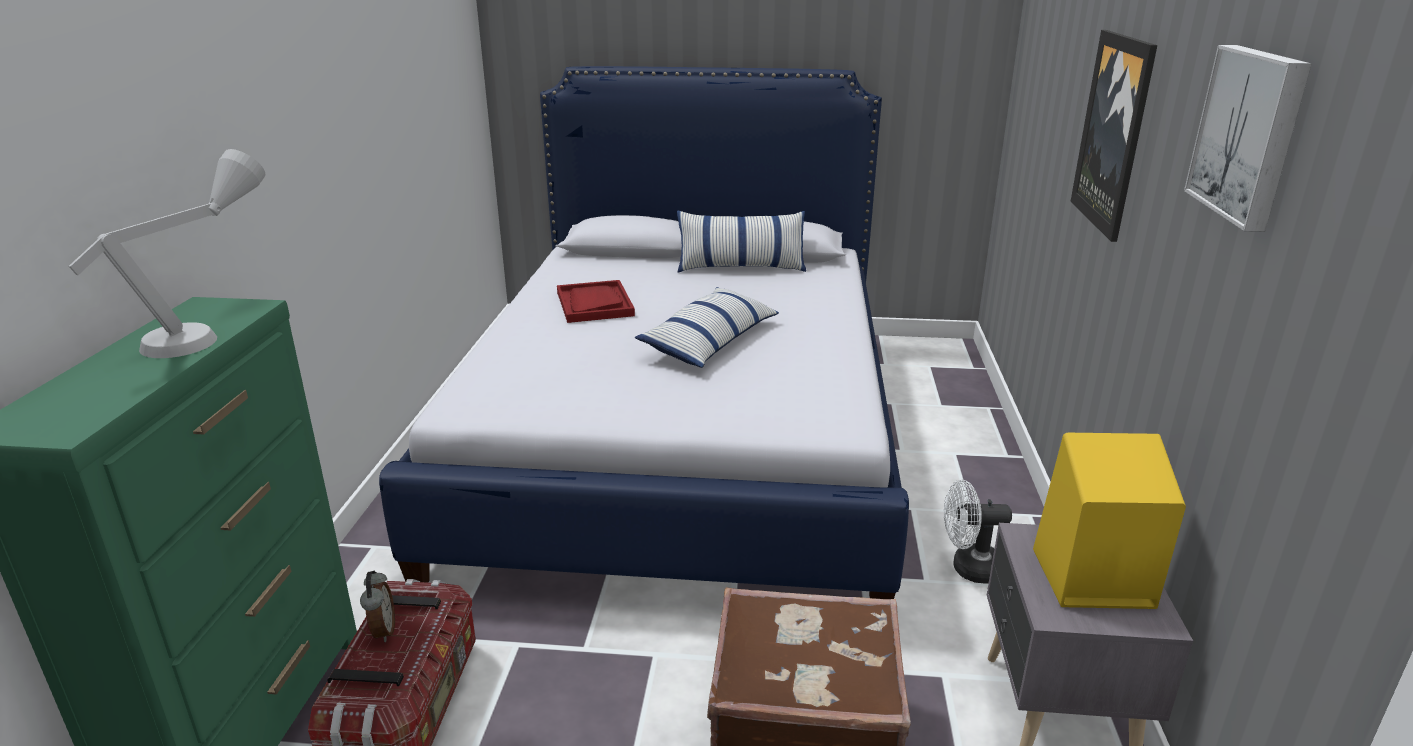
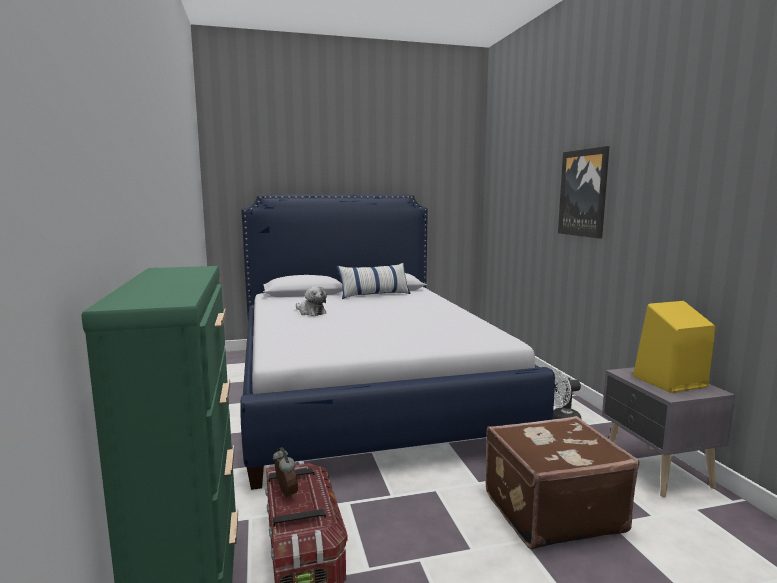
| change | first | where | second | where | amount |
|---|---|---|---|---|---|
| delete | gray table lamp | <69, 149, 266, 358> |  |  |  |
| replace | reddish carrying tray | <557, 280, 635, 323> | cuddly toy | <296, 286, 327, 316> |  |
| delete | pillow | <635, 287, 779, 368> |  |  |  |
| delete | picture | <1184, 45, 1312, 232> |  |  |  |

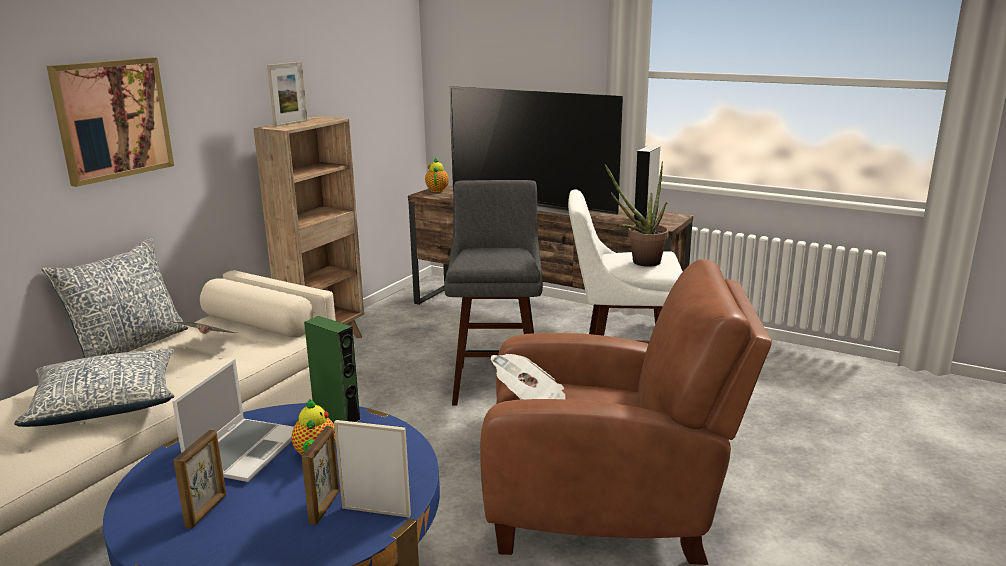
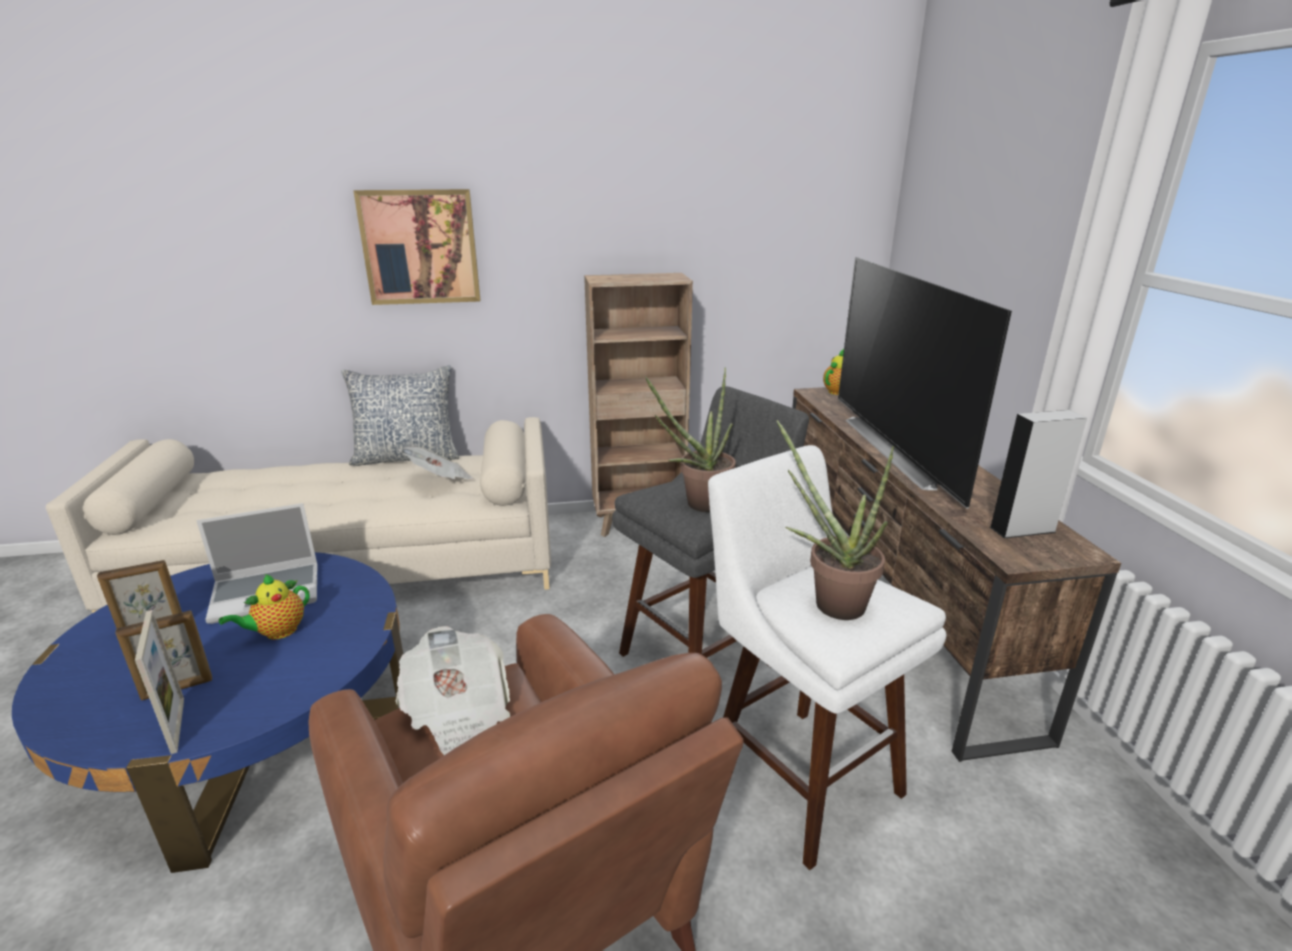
| change | first | where | second | where | amount |
|---|---|---|---|---|---|
| delete | pillow | <14, 349, 175, 427> |  |  |  |
| delete | standing frame | <267, 62, 307, 127> |  |  |  |
| delete | greenish speaker | <304, 316, 360, 423> |  |  |  |
| insert |  |  | plant in a pot | <645, 367, 736, 512> |  |

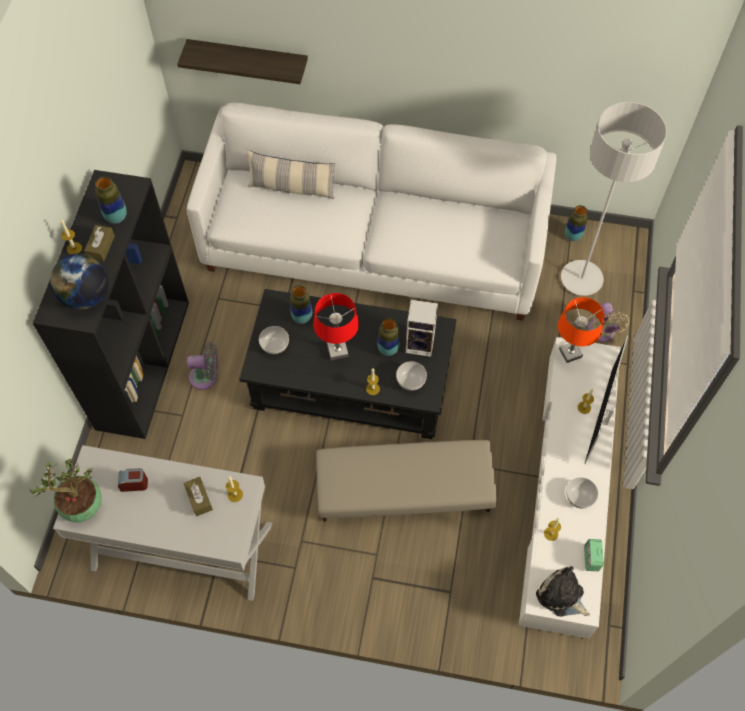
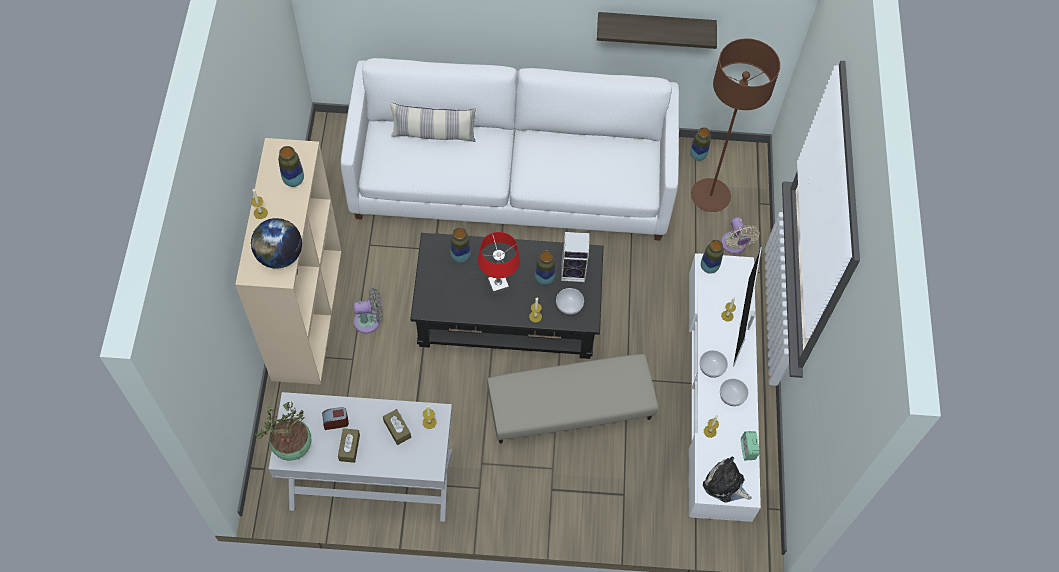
| change | first | where | second | where | amount |
|---|---|---|---|---|---|
| recolor | black-coloured bookshelf | <33, 170, 189, 439> | beige-coloured bookshelf | <235, 138, 342, 385> |  |
| move | brownish box of tissues | <84, 225, 115, 262> |  | <338, 428, 360, 463> |  |
| move | wall shelf | <177, 39, 308, 84> |  | <597, 12, 717, 49> |  |
| move | bowl | <259, 326, 289, 354> |  | <700, 350, 728, 378> |  |
| replace | orange-coloured table lamp | <558, 297, 604, 363> | decorative vase | <701, 240, 724, 274> |  |
| recolor | gray standard lamp | <561, 102, 667, 296> | brownish standard lamp | <691, 38, 780, 212> |  |

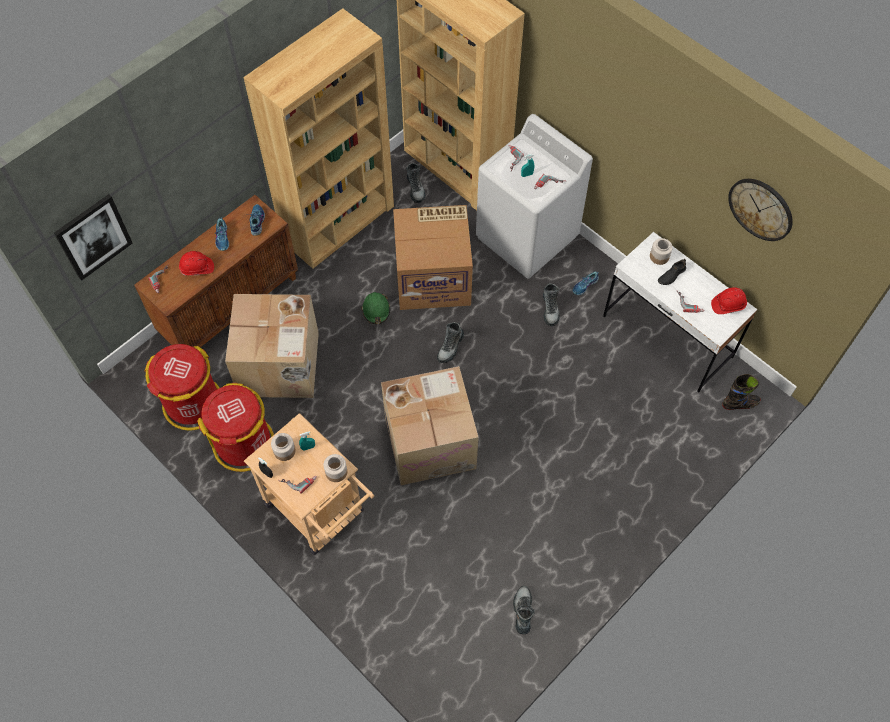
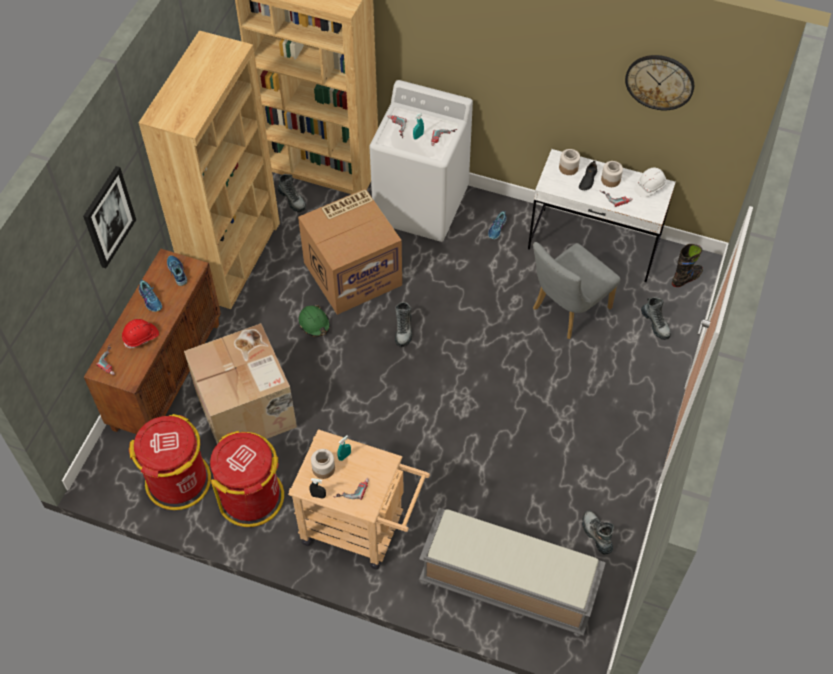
| change | first | where | second | where | amount |
|---|---|---|---|---|---|
| move | picture | <54, 194, 133, 281> |  | <83, 166, 136, 268> |  |
| move | storage jar | <324, 454, 347, 482> |  | <601, 161, 623, 187> |  |
| delete | cardboard box | <381, 366, 479, 485> |  |  |  |
| move | tall boot | <543, 283, 560, 326> |  | <641, 297, 671, 340> |  |
| recolor | reddish hard hat | <711, 287, 747, 314> | white-coloured hard hat | <634, 168, 666, 198> |  |
| insert |  |  | gray long seat | <419, 508, 606, 637> |  |
| insert |  |  | gray chair | <533, 242, 620, 339> |  |

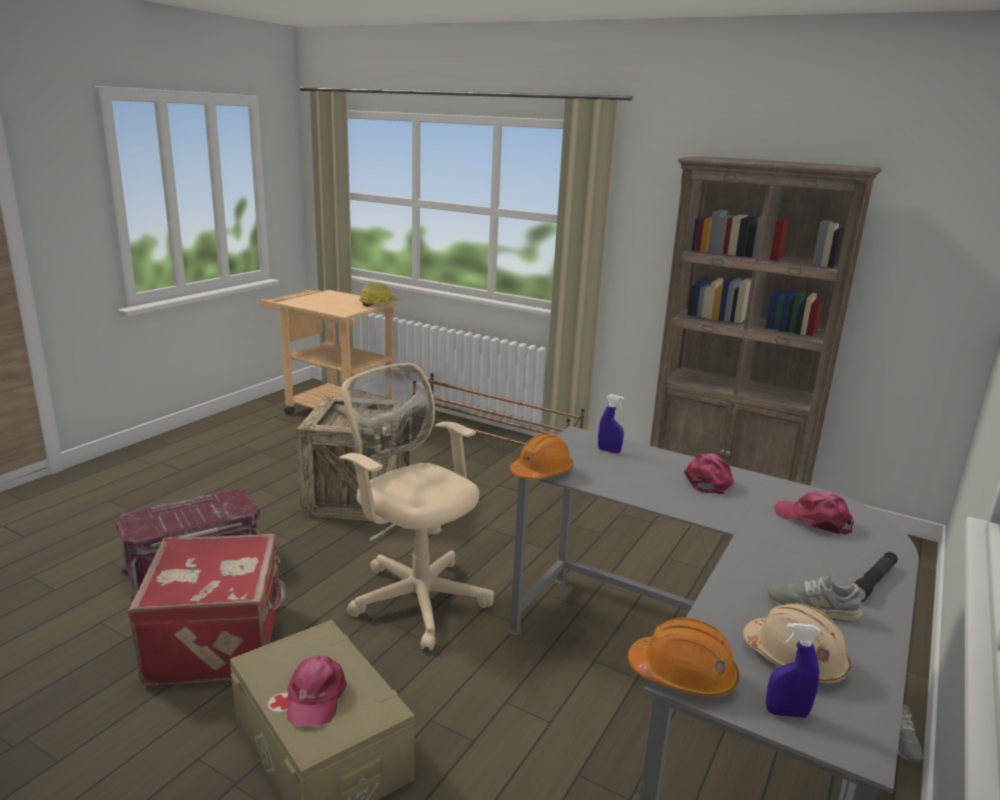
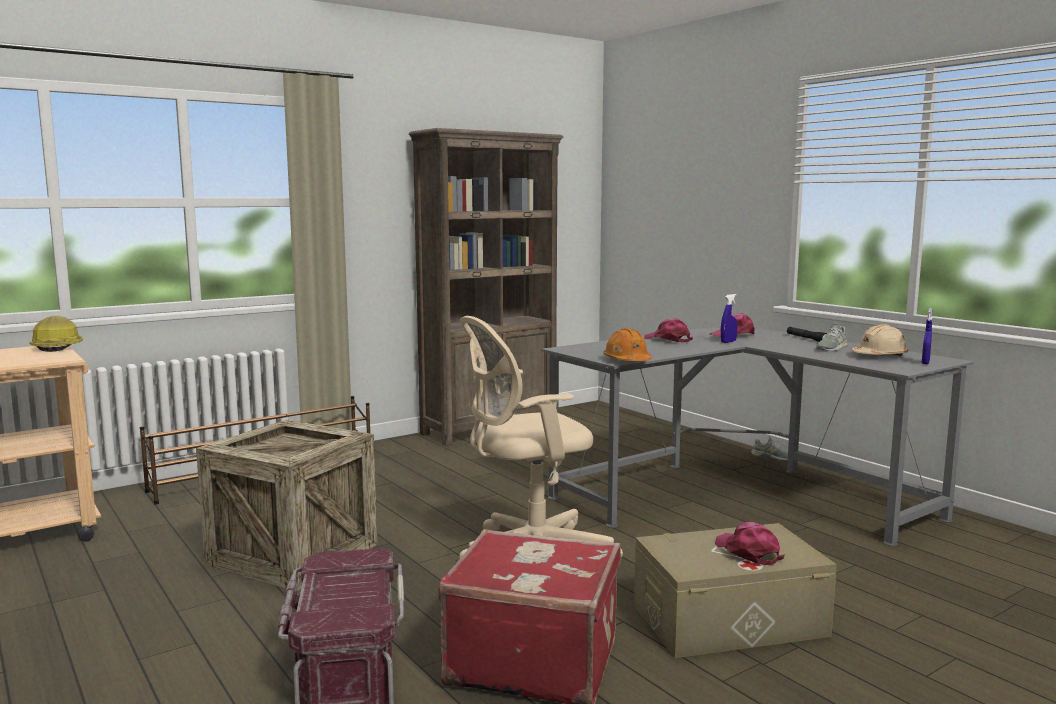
| change | first | where | second | where | amount |
|---|---|---|---|---|---|
| rotate | pinkish peaked cap | <287, 656, 347, 726> |  | <715, 522, 785, 565> | 135 degrees counterclockwise |
| move | bluish sprayer | <598, 394, 624, 453> |  | <721, 294, 738, 343> |  |
| delete | orange-coloured hard hat | <628, 617, 739, 697> |  |  |  |

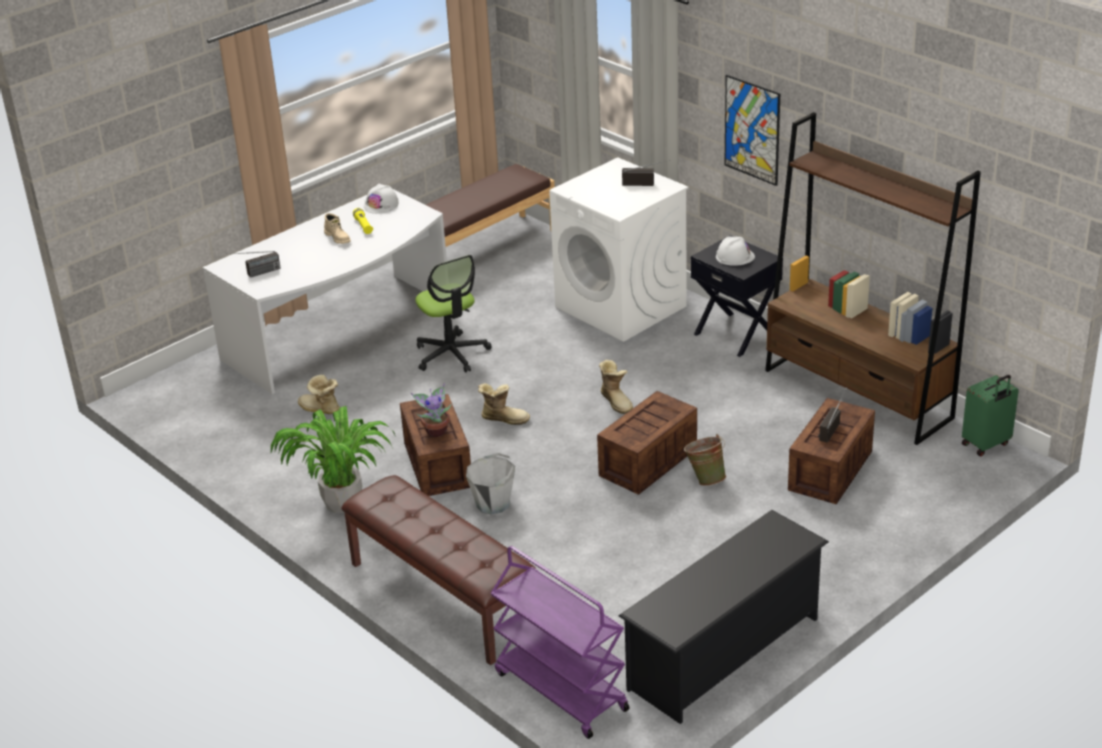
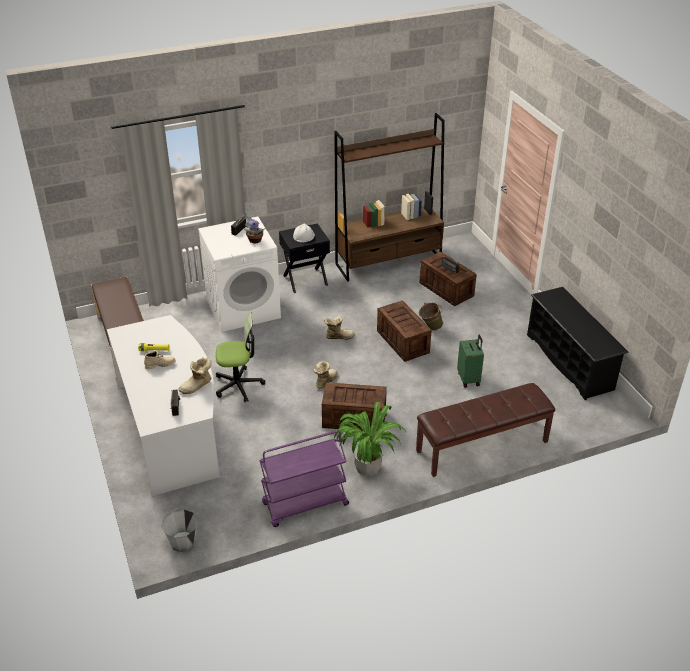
| change | first | where | second | where | amount |
|---|---|---|---|---|---|
| move | tall boot | <298, 374, 340, 414> |  | <178, 357, 212, 394> |  |
| delete | white-coloured hard hat | <364, 184, 399, 214> |  |  |  |
| move | plant in a pot | <411, 383, 451, 437> |  | <243, 213, 265, 243> |  |
| move | gray water bucket | <466, 453, 515, 515> |  | <161, 507, 198, 552> |  |
| move | purple wheeled cart | <490, 546, 629, 739> |  | <259, 430, 349, 527> |  |
| delete | picture | <724, 75, 780, 186> |  |  |  |
| move | greenish travel case | <962, 375, 1019, 456> |  | <457, 334, 484, 388> |  |

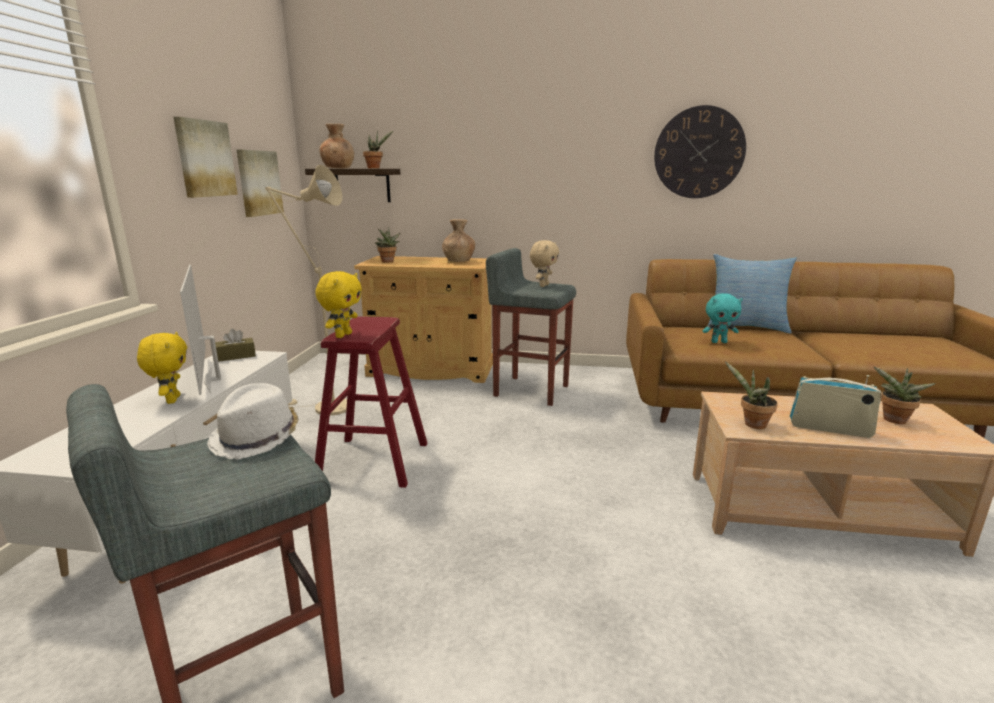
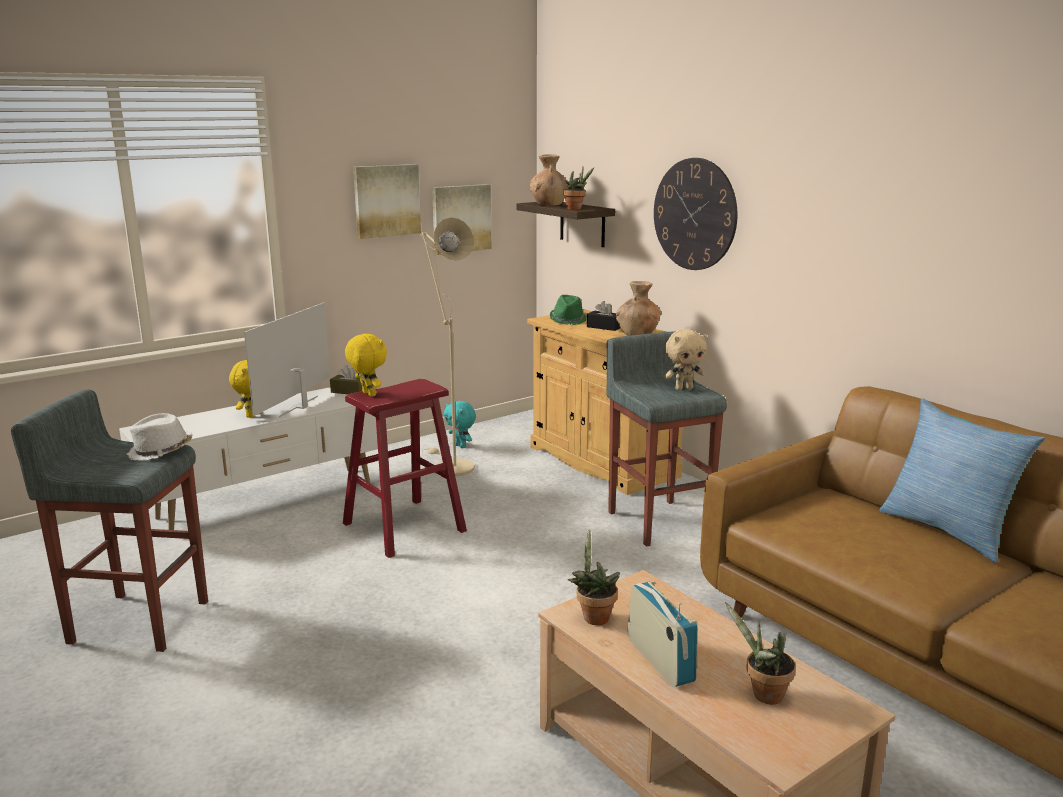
| change | first | where | second | where | amount |
|---|---|---|---|---|---|
| rotate | yellow-coloured cuddly toy | <315, 271, 362, 338> |  | <345, 333, 387, 397> | 105 degrees counterclockwise |
| replace | plant in a pot | <375, 227, 400, 262> | greenish clothing hat | <550, 295, 587, 325> |  |
| move | wall clock | <654, 105, 746, 198> |  | <654, 158, 737, 270> |  |
| move | turquoise-coloured cuddly toy | <703, 293, 743, 343> |  | <444, 401, 476, 448> |  |
| insert |  |  | black-coloured box of tissues | <587, 301, 620, 331> |  |

